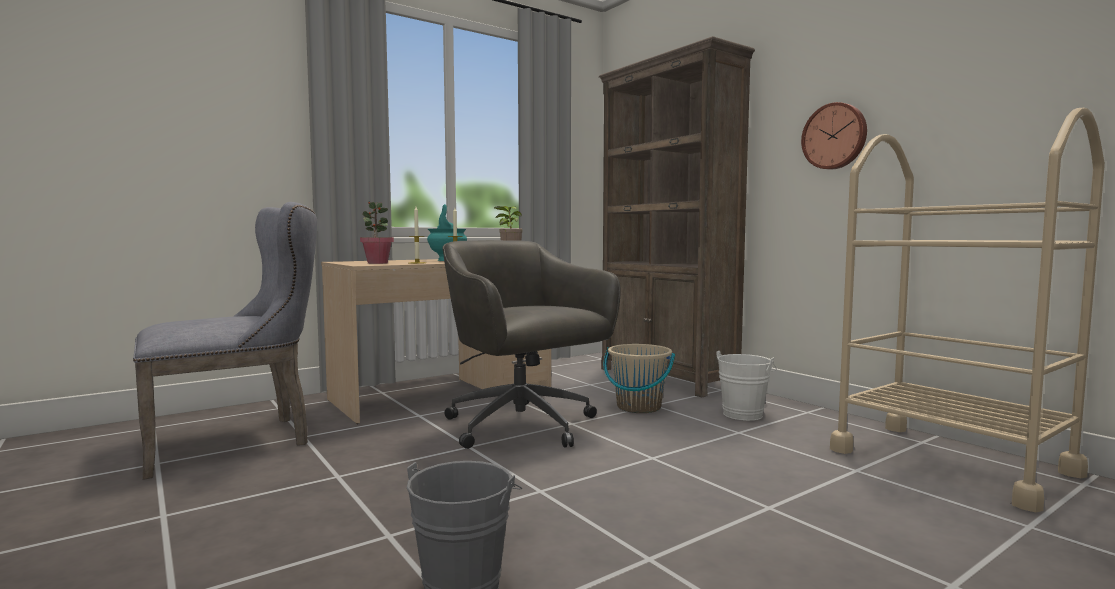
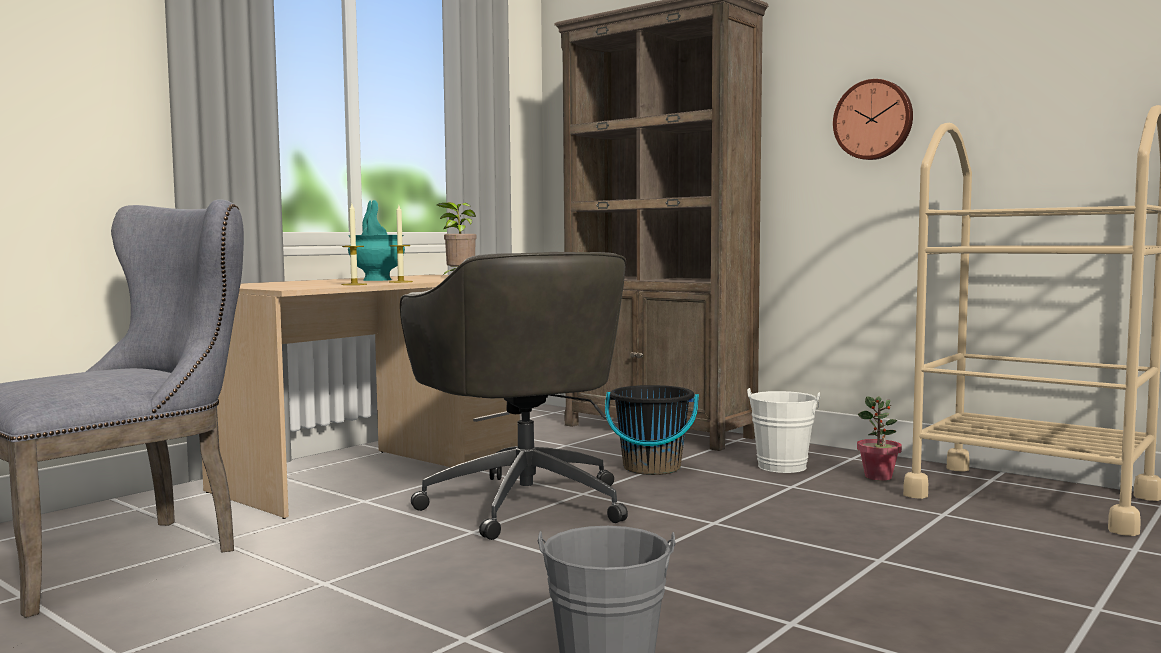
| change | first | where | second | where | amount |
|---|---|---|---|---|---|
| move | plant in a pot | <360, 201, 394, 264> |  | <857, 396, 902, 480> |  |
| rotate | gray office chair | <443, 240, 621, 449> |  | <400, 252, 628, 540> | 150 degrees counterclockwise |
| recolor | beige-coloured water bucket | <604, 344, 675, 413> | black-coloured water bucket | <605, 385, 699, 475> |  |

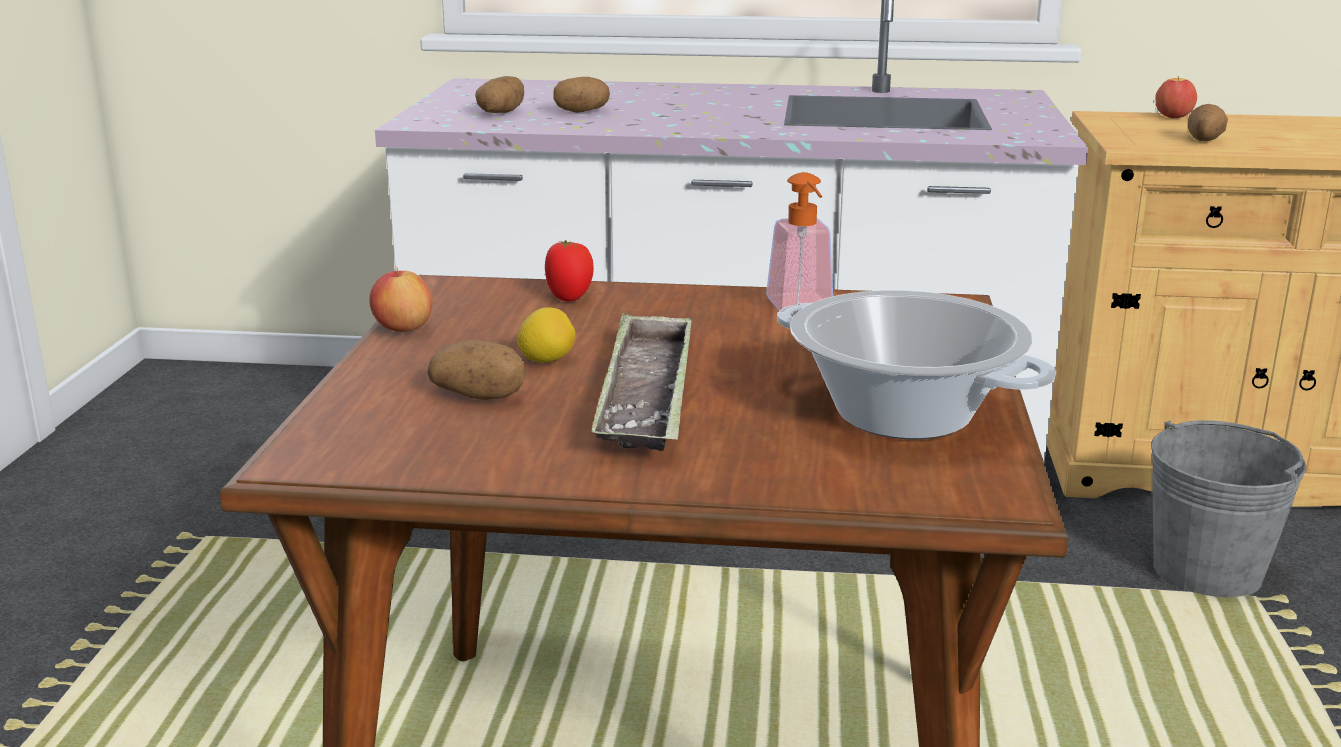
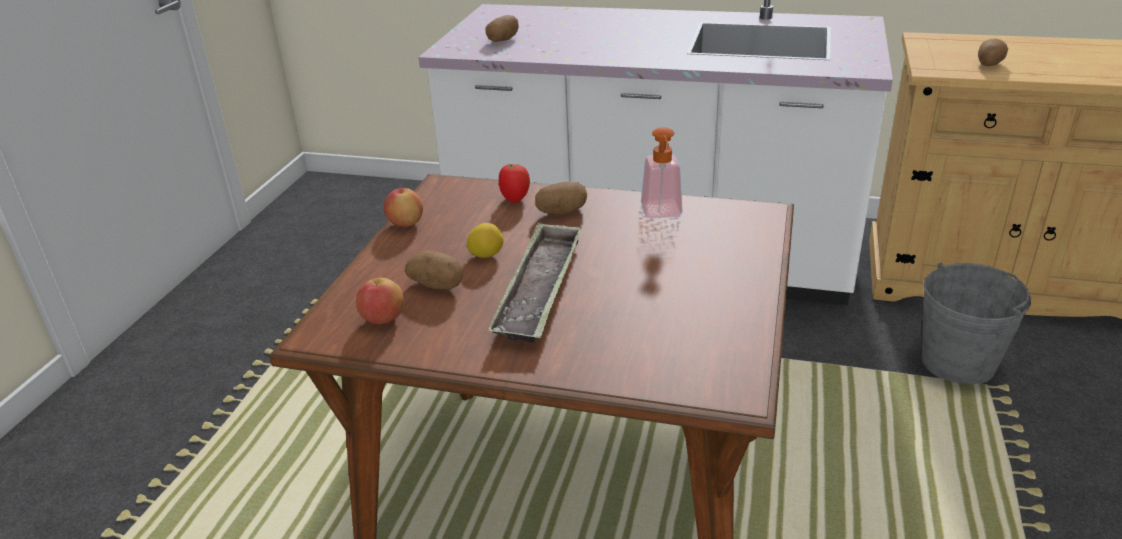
| change | first | where | second | where | amount |
|---|---|---|---|---|---|
| move | potato | <554, 77, 610, 113> |  | <535, 182, 587, 215> |  |
| delete | saucepot | <777, 290, 1056, 439> |  |  |  |
| move | whole apple | <1155, 76, 1197, 118> |  | <356, 278, 404, 324> |  |

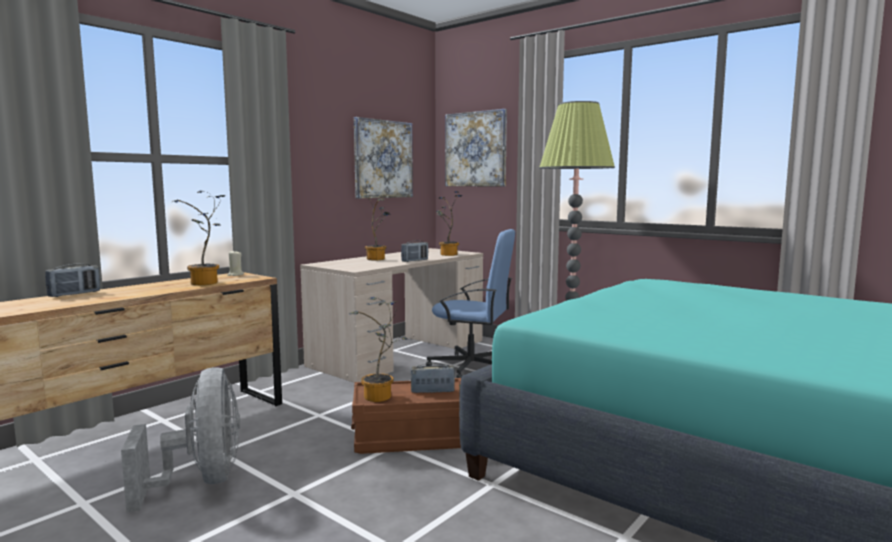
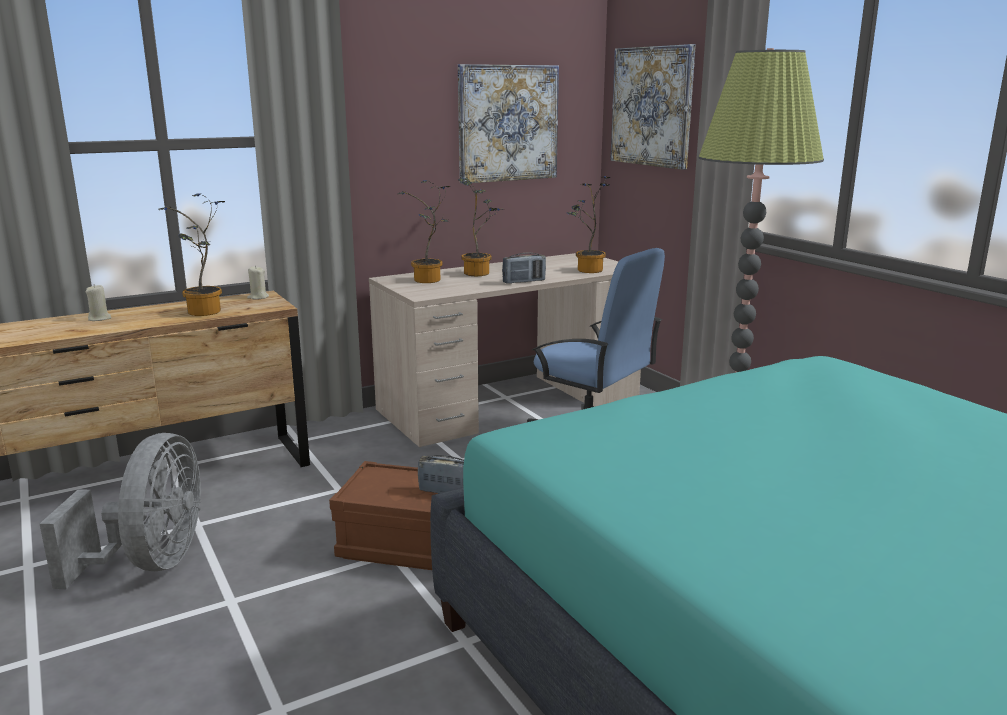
| change | first | where | second | where | amount |
|---|---|---|---|---|---|
| delete | radio receiver | <45, 264, 100, 297> |  |  |  |
| move | plant in a pot | <349, 297, 408, 402> |  | <397, 180, 450, 283> |  |
| insert |  |  | beige-coloured wax candle | <86, 284, 111, 321> |  |

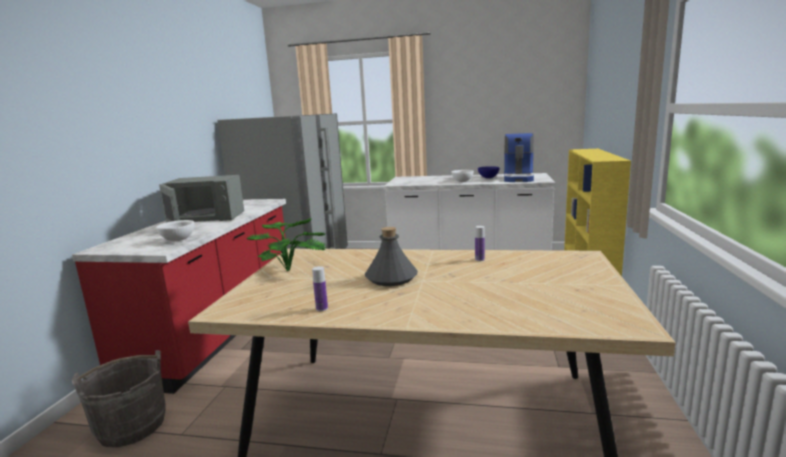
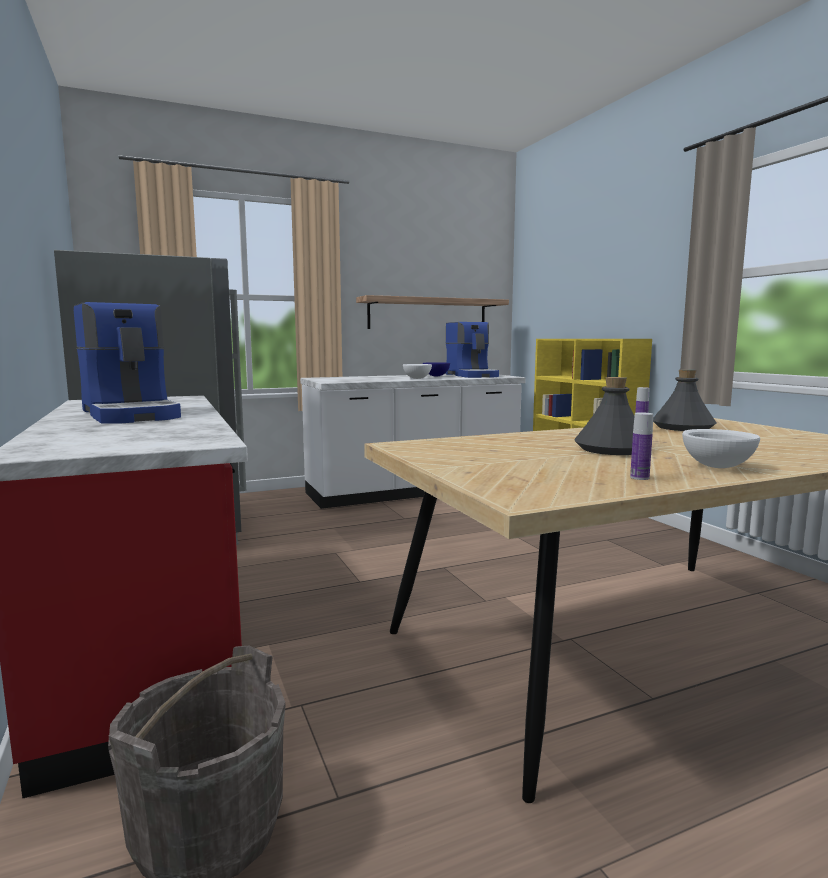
| change | first | where | second | where | amount |
|---|---|---|---|---|---|
| move | white-coloured bowl | <156, 220, 195, 241> |  | <682, 429, 760, 468> |  |
| replace | gray kitchen microwave | <159, 175, 244, 223> | coffee maker | <74, 302, 181, 424> |  |
| delete | plant in a pot | <246, 218, 327, 271> |  |  |  |
| insert |  |  | wall shelf | <356, 295, 509, 329> |  |
| insert |  |  | gray beverage bottle | <653, 369, 716, 431> |  |

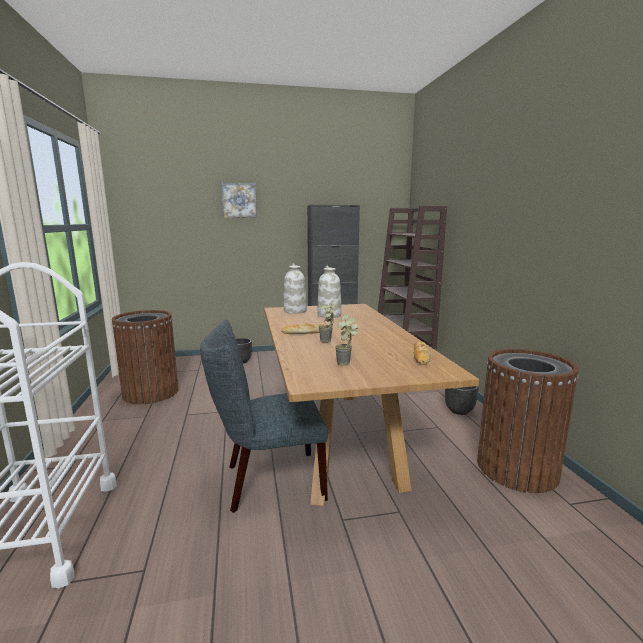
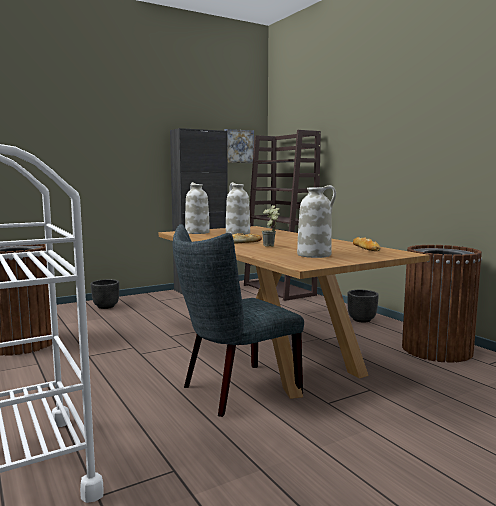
| change | first | where | second | where | amount |
|---|---|---|---|---|---|
| move | picture | <221, 182, 257, 218> |  | <224, 129, 254, 163> |  |
| replace | plant in a pot | <335, 314, 358, 365> | white-coloured decorative vase | <297, 185, 336, 258> |  |

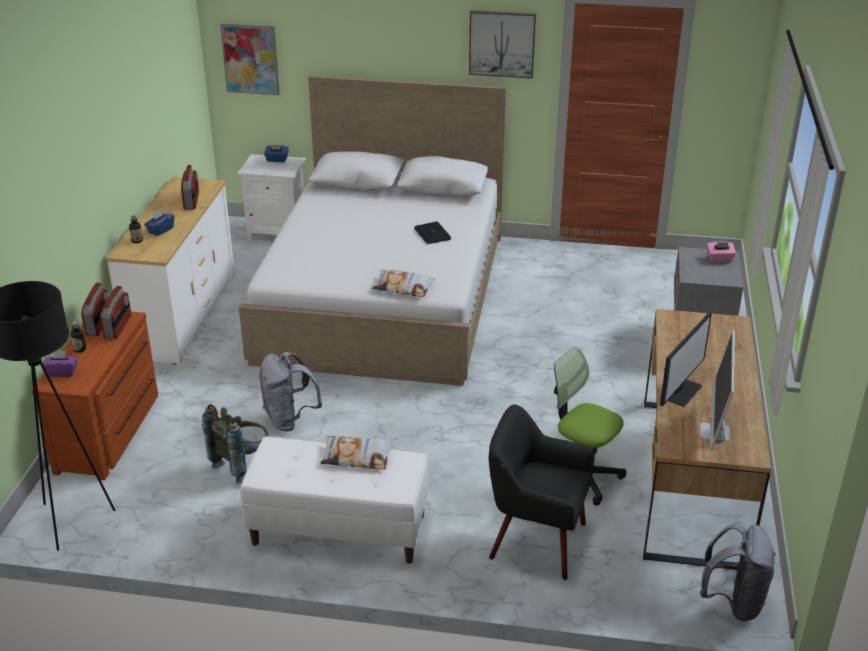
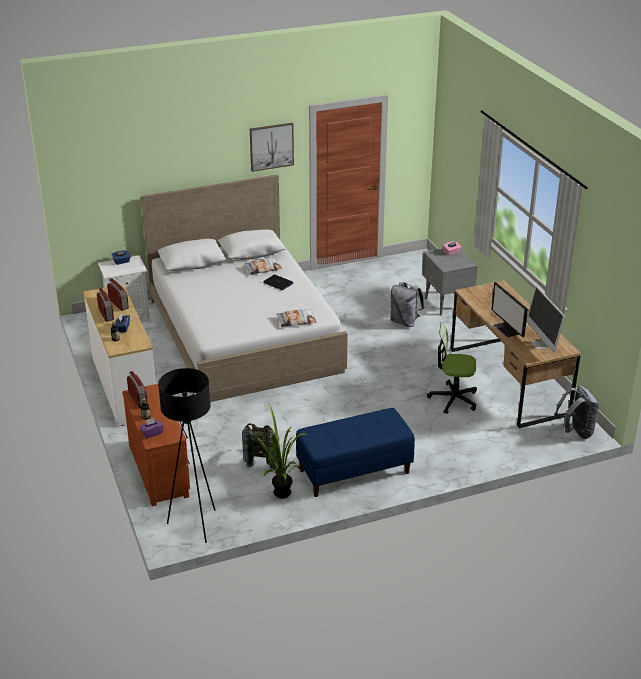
| change | first | where | second | where | amount |
|---|---|---|---|---|---|
| move | radio receiver | <100, 286, 131, 339> |  | <97, 288, 114, 322> |  |
| delete | picture | <220, 24, 280, 95> |  |  |  |
| recolor | white-coloured long seat | <240, 436, 428, 564> | bluish long seat | <296, 408, 415, 497> |  |
| move | gray backpack | <259, 352, 322, 431> |  | <391, 282, 424, 327> |  |
| move | pillow | <320, 436, 393, 470> |  | <243, 258, 282, 275> |  |
| delete | black-coloured armchair | <489, 404, 595, 580> |  |  |  |
| rotate | computer display | <660, 312, 712, 407> |  | <492, 282, 528, 337> | 150 degrees clockwise |
| insert |  |  | plant in a pot | <256, 403, 306, 499> |  |

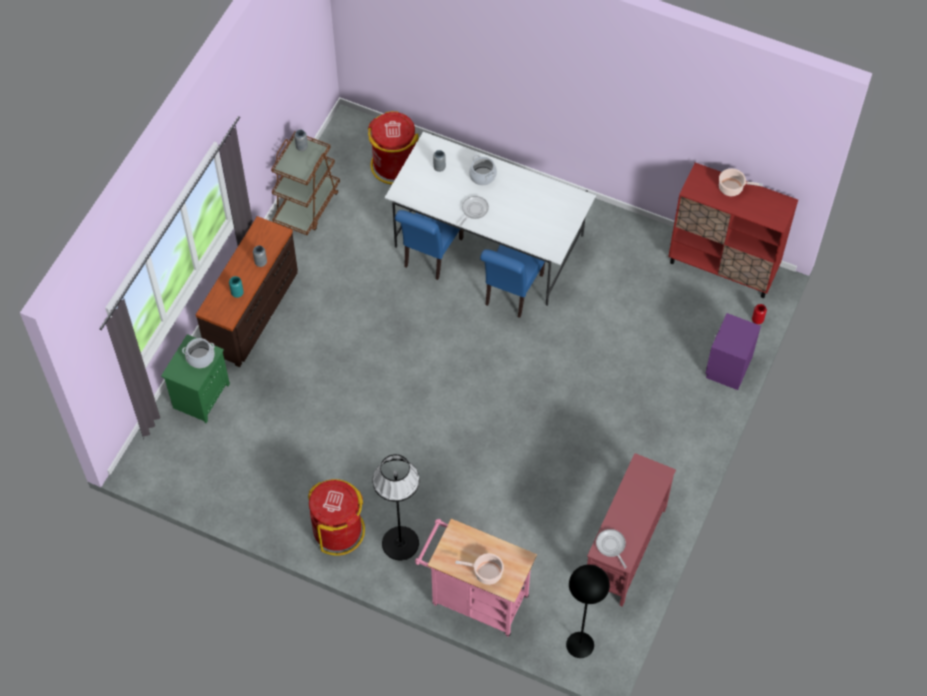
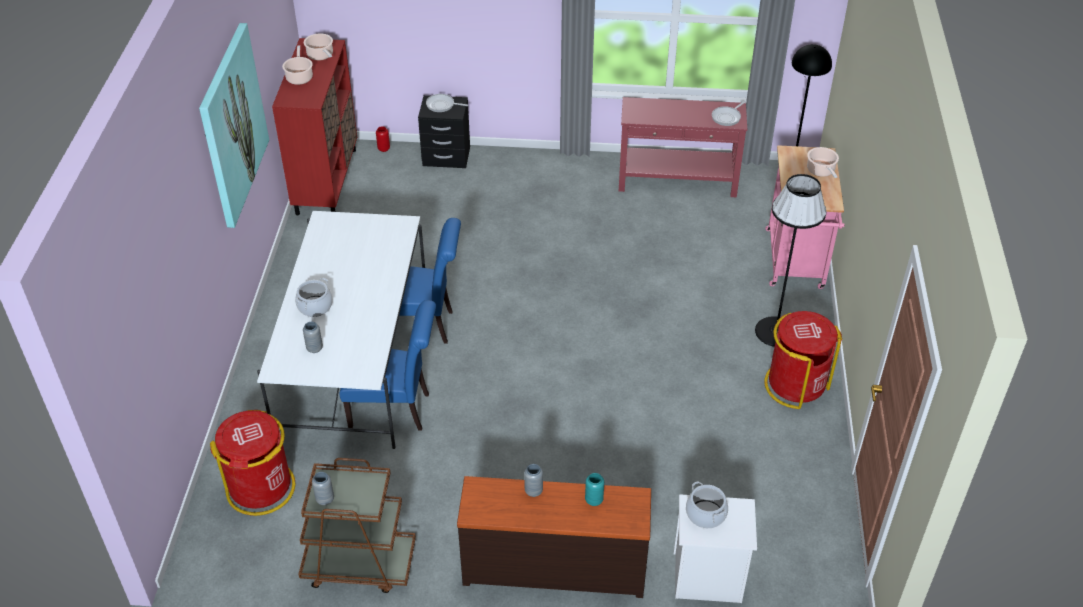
| change | first | where | second | where | amount |
|---|---|---|---|---|---|
| recolor | greenish nightstand | <161, 334, 230, 423> | white-coloured nightstand | <674, 494, 757, 603> |  |
| move | skillet | <459, 196, 489, 226> |  | <426, 94, 468, 112> |  |
| recolor | purple nightstand | <705, 313, 761, 390> | black-coloured nightstand | <418, 95, 470, 168> |  |
| insert |  |  | picture | <199, 23, 269, 228> |  |
| insert |  |  | saucepot | <304, 33, 333, 60> |  |

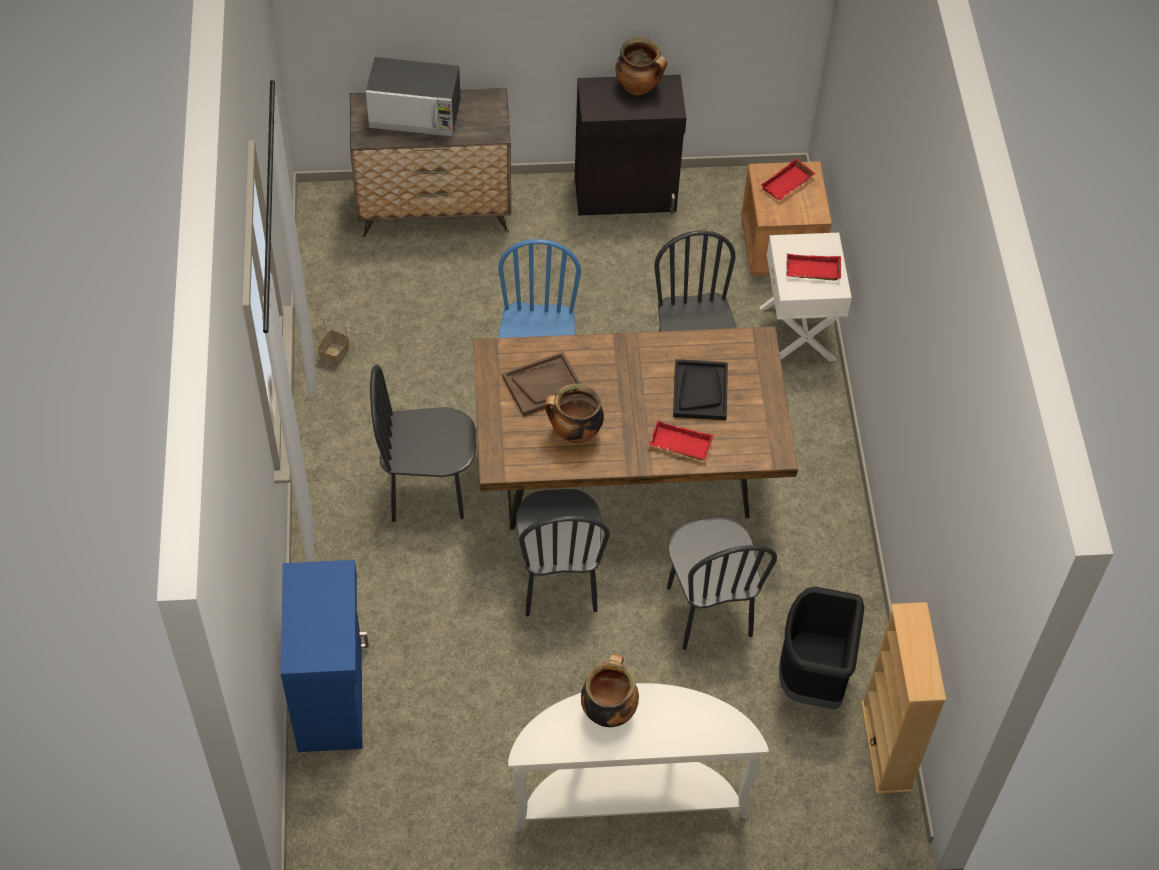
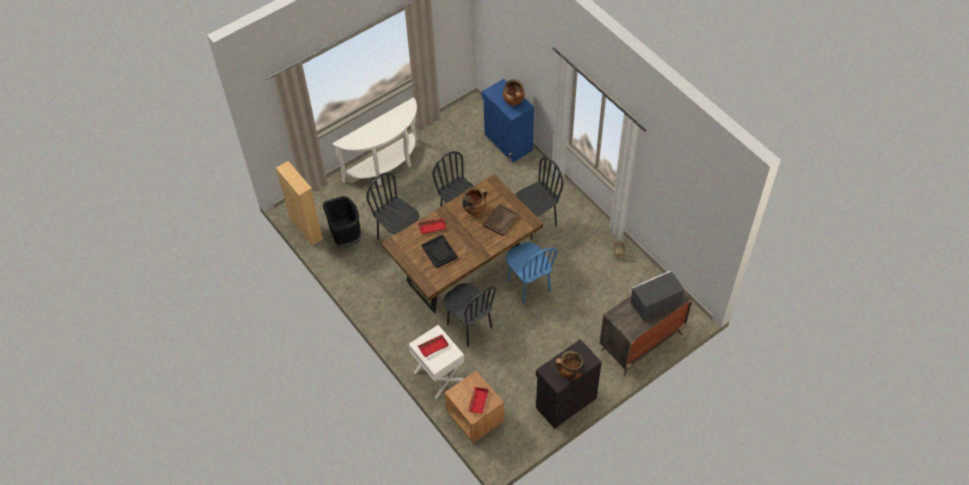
| change | first | where | second | where | amount |
|---|---|---|---|---|---|
| move | saucepot | <581, 654, 639, 727> |  | <503, 79, 525, 106> |  |

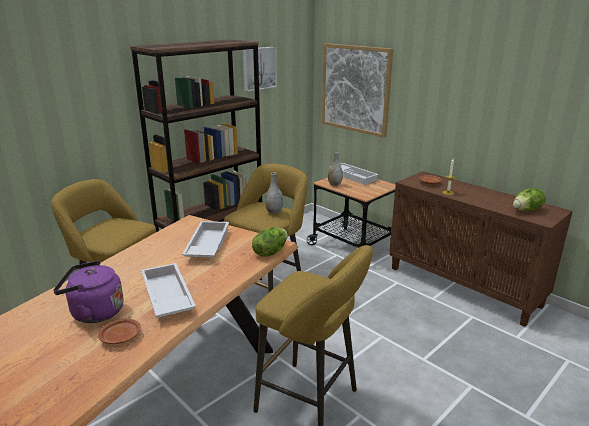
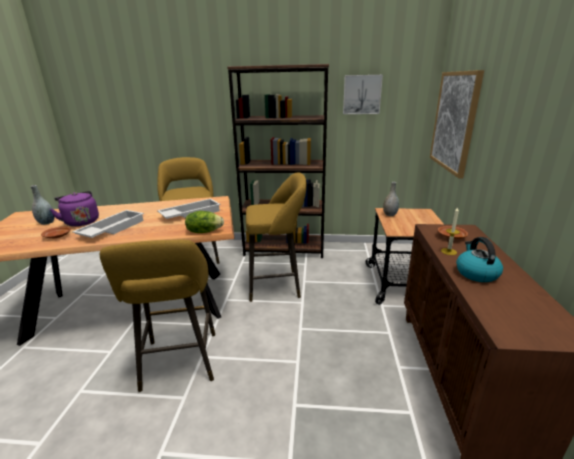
| change | first | where | second | where | amount |
|---|---|---|---|---|---|
| move | gray decorative vase | <265, 172, 283, 214> |  | <30, 185, 55, 225> |  |
| delete | white-coloured carrying tray | <330, 163, 379, 185> |  |  |  |
| delete | lettuce head | <513, 188, 546, 211> |  |  |  |
| insert |  |  | water kettle | <456, 237, 503, 282> |  |

